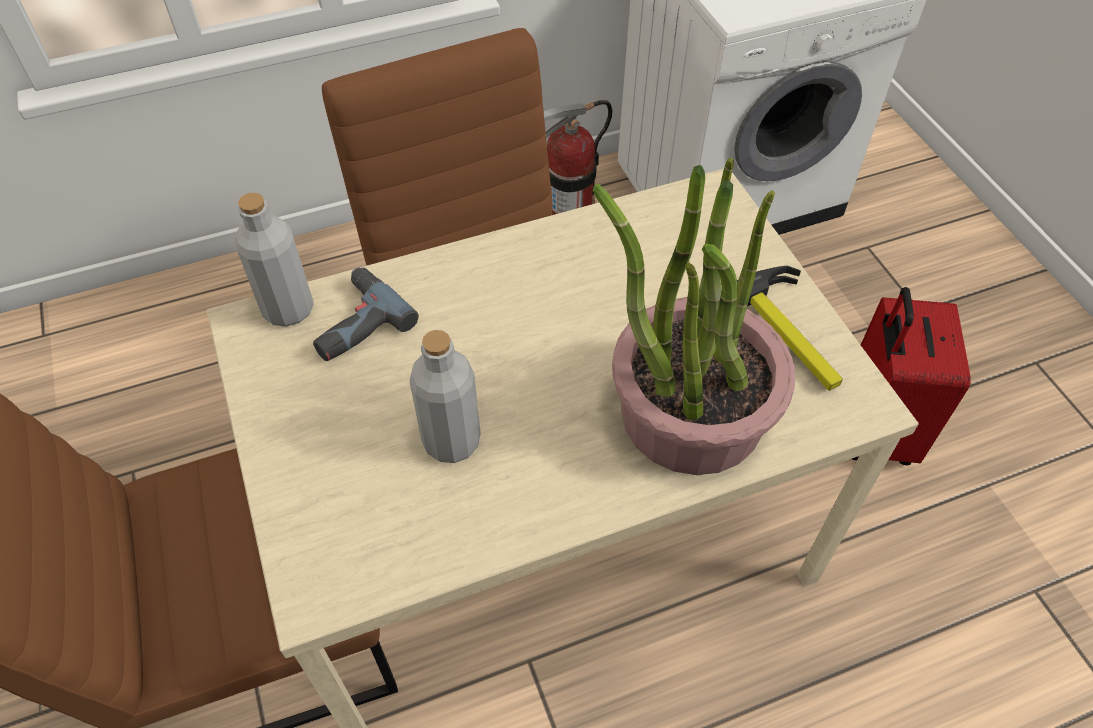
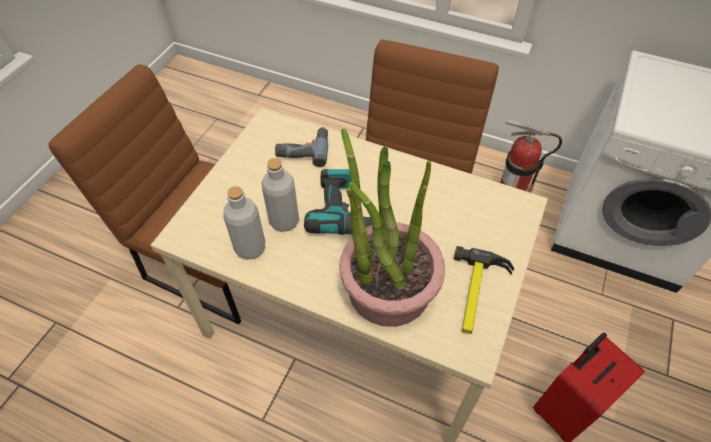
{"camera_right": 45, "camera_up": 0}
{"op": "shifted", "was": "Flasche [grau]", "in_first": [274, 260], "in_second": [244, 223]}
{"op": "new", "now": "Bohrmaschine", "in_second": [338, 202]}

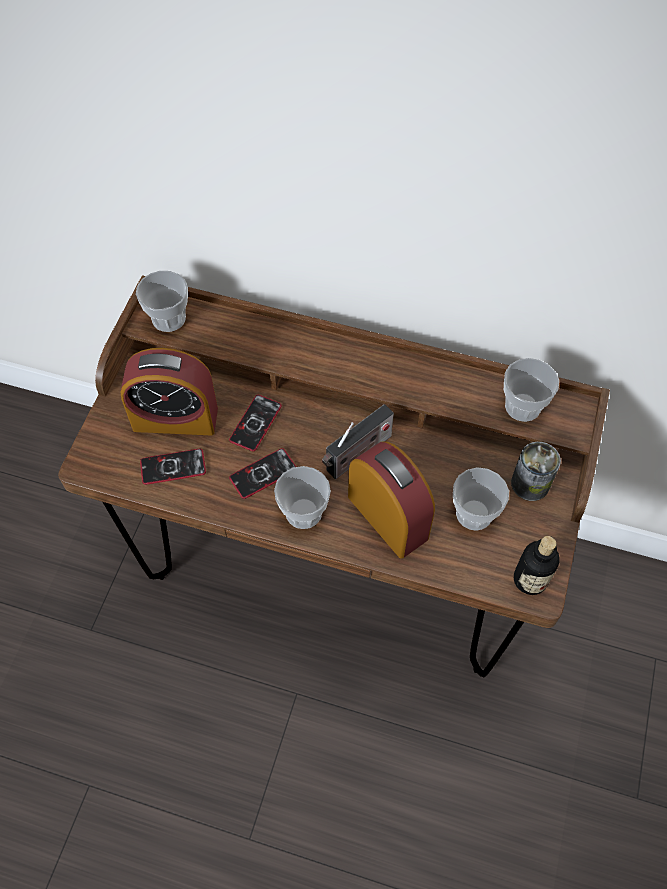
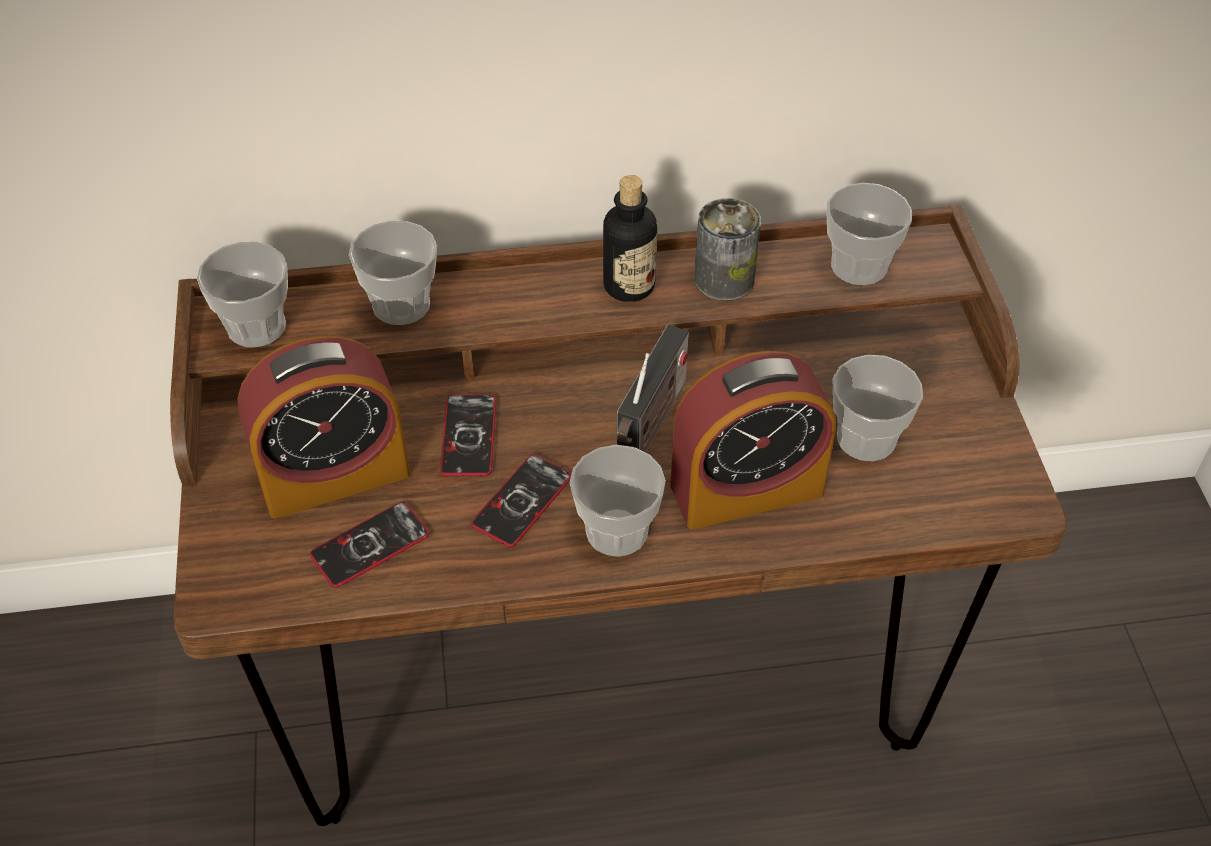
{"camera_right": -25, "camera_up": -10}
{"op": "rotated", "was": "Wecker", "in_first": [391, 499], "in_second": [753, 440], "clockwise": 135}
{"op": "shifted", "was": "Dose", "in_first": [536, 471], "in_second": [727, 249]}
{"op": "shifted", "was": "Flasche", "in_first": [537, 565], "in_second": [630, 238]}
{"op": "new", "now": "Tasse", "in_second": [393, 273]}

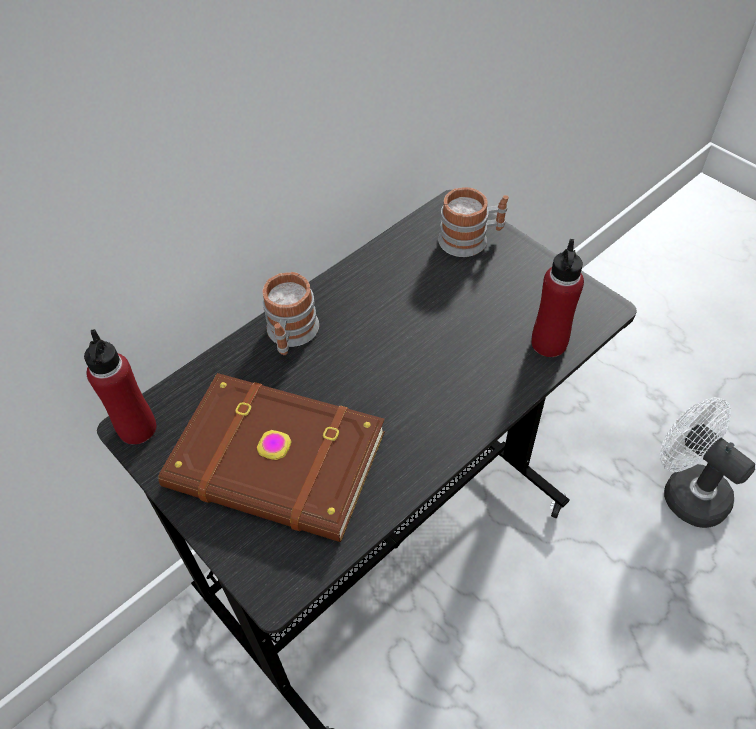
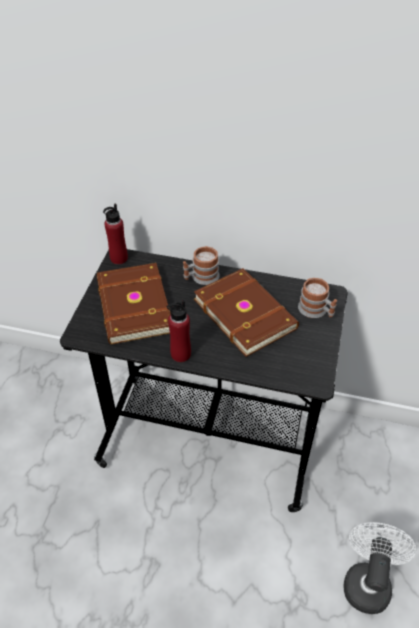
{"camera_right": 55, "camera_up": -5}
{"op": "shifted", "was": "Flasche [rot]", "in_first": [557, 298], "in_second": [179, 331]}
{"op": "new", "now": "Buch [braun]", "in_second": [246, 312]}

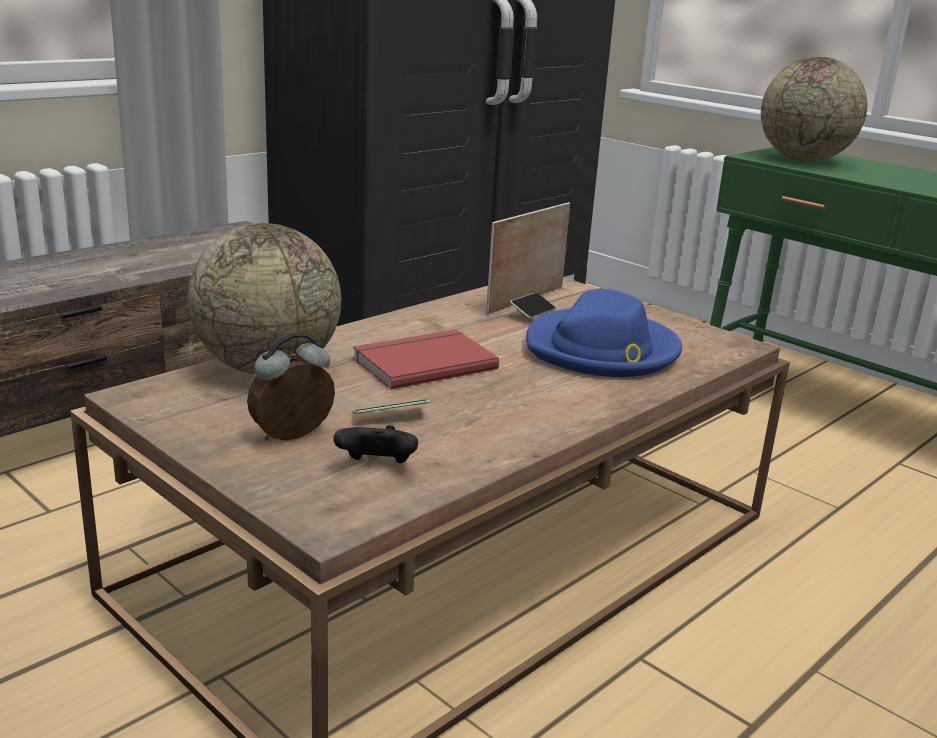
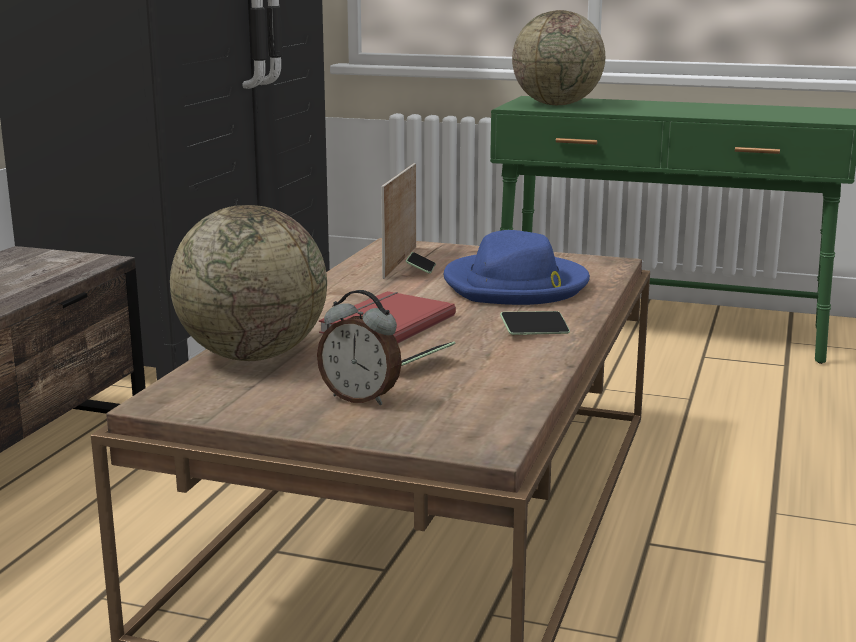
{"camera_right": -25, "camera_up": -5}
{"op": "rotated", "was": "Wecker", "in_first": [291, 386], "in_second": [359, 347], "clockwise": -90}
{"op": "gone", "was": "Gamepad [schwarz]", "in_first": [375, 444]}
{"op": "new", "now": "Handy", "in_second": [535, 323]}

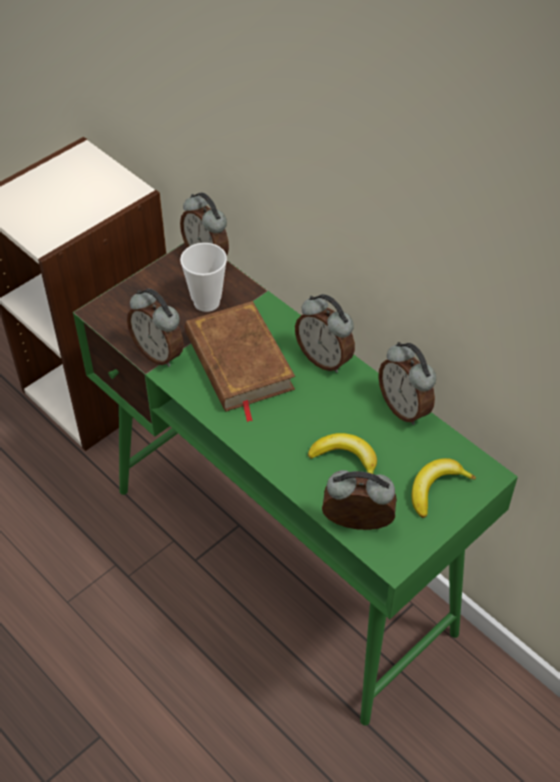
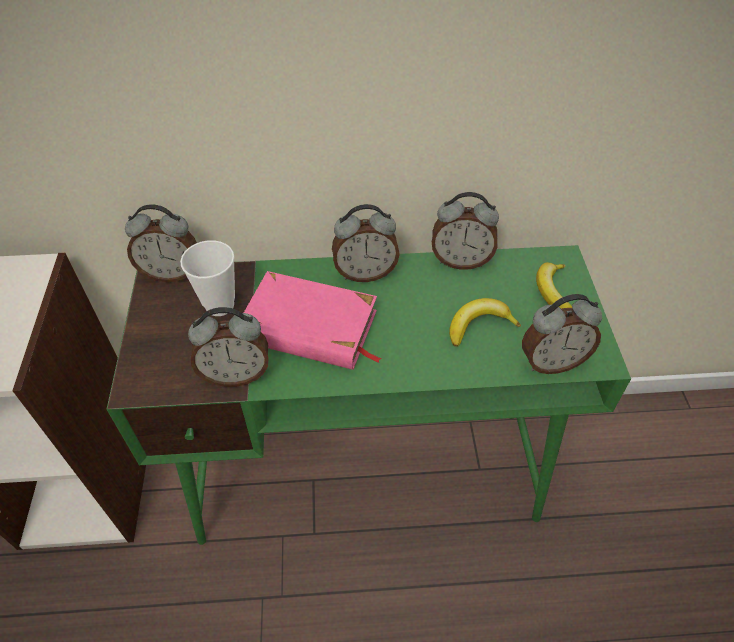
{"camera_right": -50, "camera_up": 0}
{"op": "repainted", "was": "Buch [braun]", "now": "Buch [rosa]", "in_first": [240, 361], "in_second": [313, 320]}
{"op": "rotated", "was": "Wecker", "in_first": [359, 500], "in_second": [562, 334], "clockwise": -150}

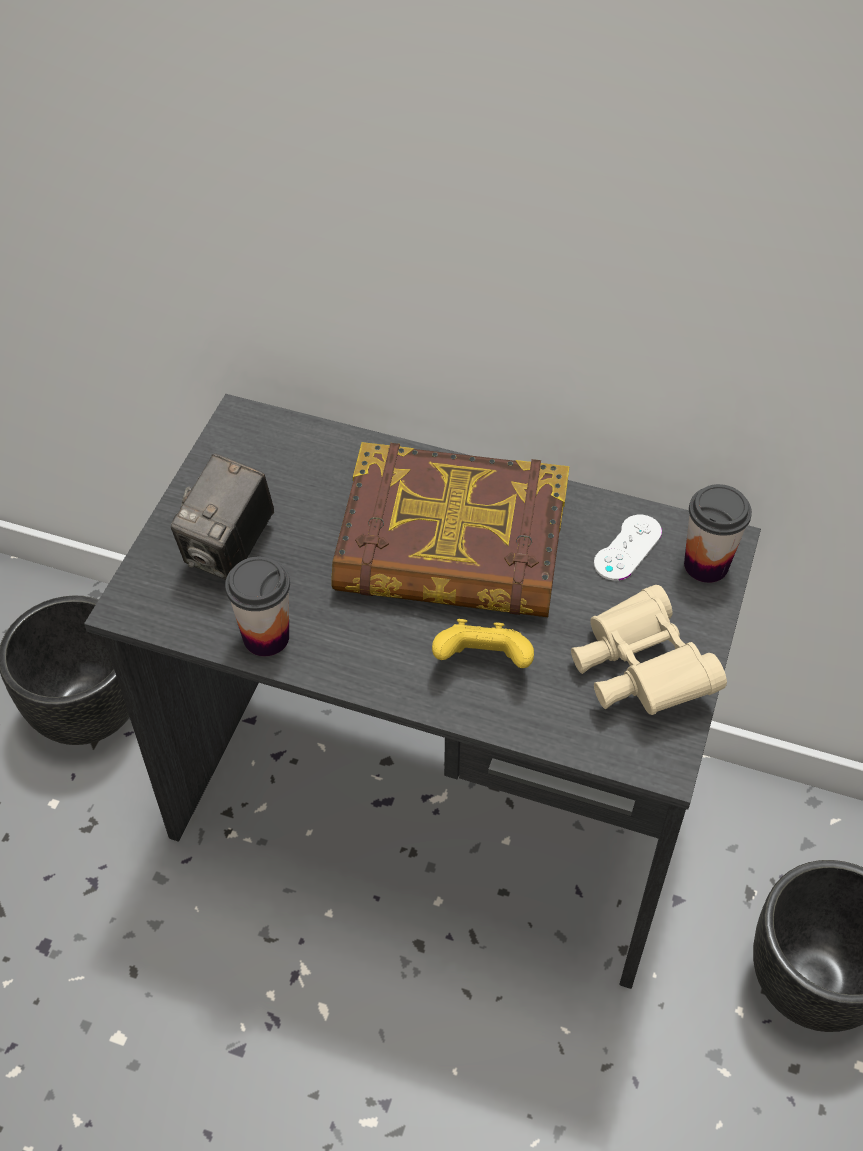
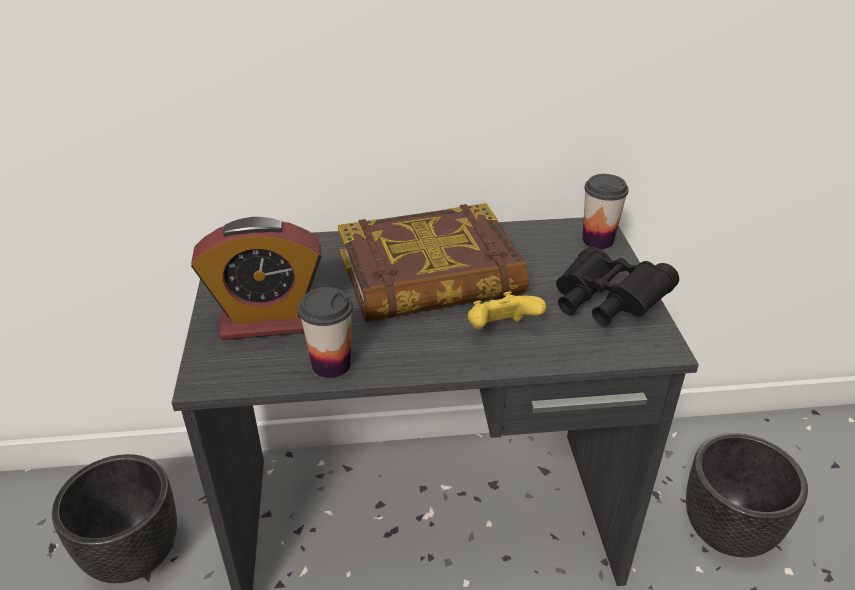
{"camera_right": -25, "camera_up": -15}
{"op": "swapped", "was": "Kamera", "now": "Wecker", "in_first": [222, 516], "in_second": [256, 278]}
{"op": "gone", "was": "Gamepad [weiß]", "in_first": [628, 548]}
{"op": "repainted", "was": "Fernglas [beige]", "now": "Fernglas [schwarz]", "in_first": [649, 650], "in_second": [617, 286]}

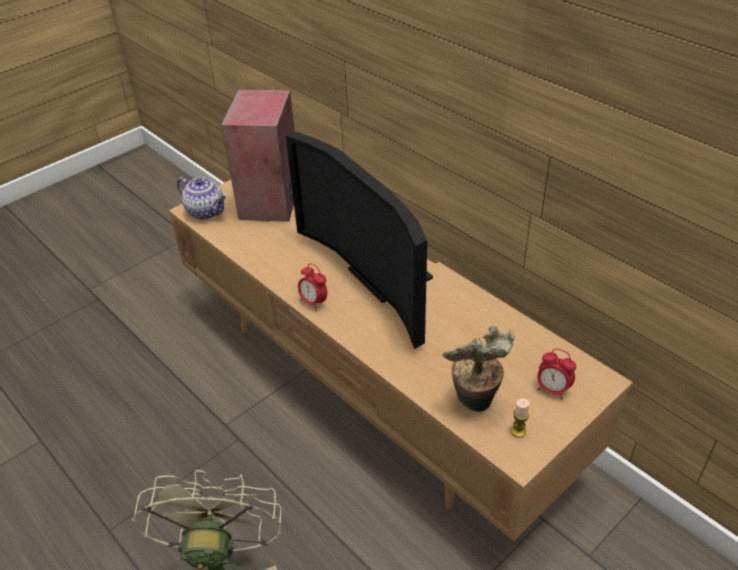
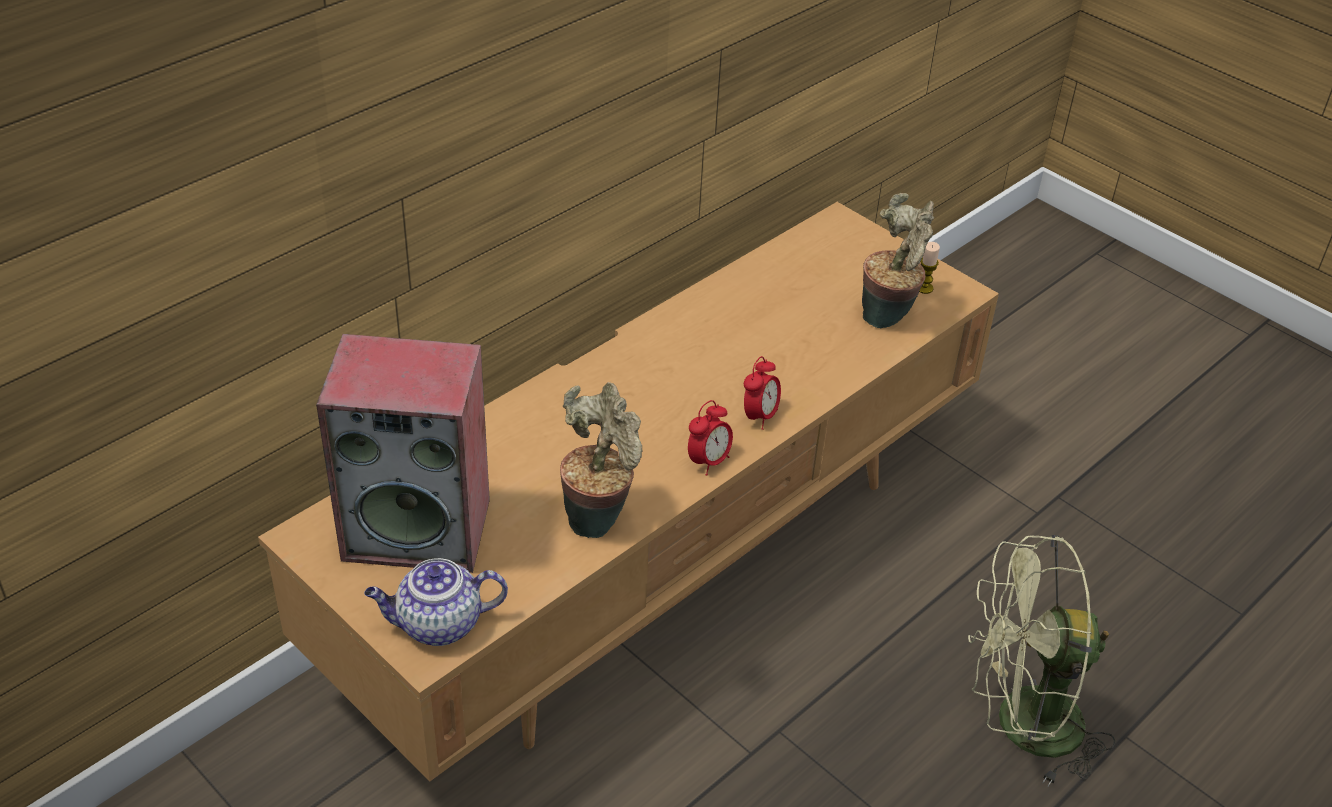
{"camera_right": -95, "camera_up": 0}
{"op": "gone", "was": "Fernseher", "in_first": [359, 240]}
{"op": "rotated", "was": "Teekanne", "in_first": [201, 198], "in_second": [436, 602], "clockwise": -135}
{"op": "shifted", "was": "Wecker", "in_first": [556, 374], "in_second": [762, 393]}
{"op": "new", "now": "Topfpflanze", "in_second": [601, 460]}

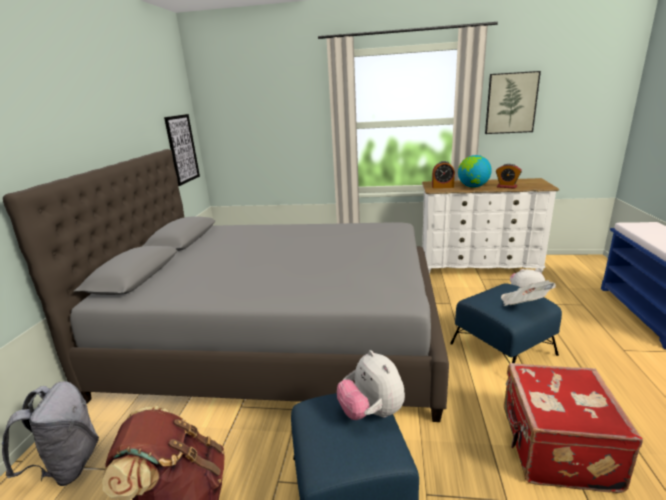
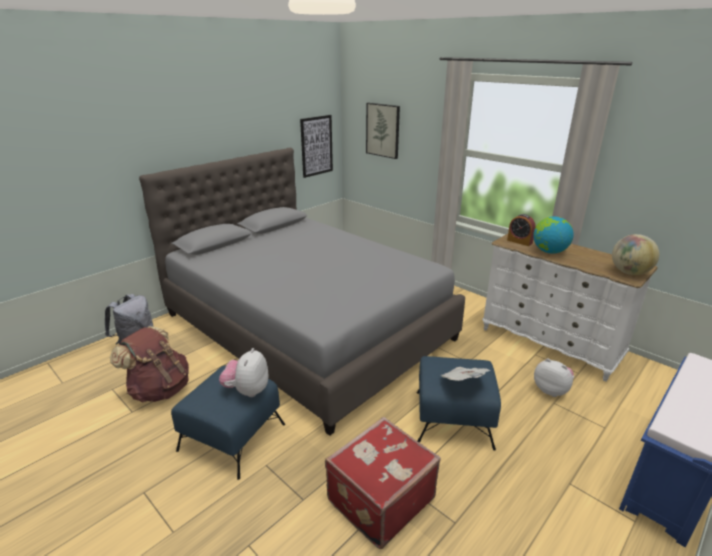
{"camera_right": 35, "camera_up": 5}
{"op": "shifted", "was": "Bild", "in_first": [513, 102], "in_second": [383, 131]}
{"op": "gone", "was": "Wecker", "in_first": [509, 176]}
{"op": "new", "now": "Globus", "in_second": [635, 254]}

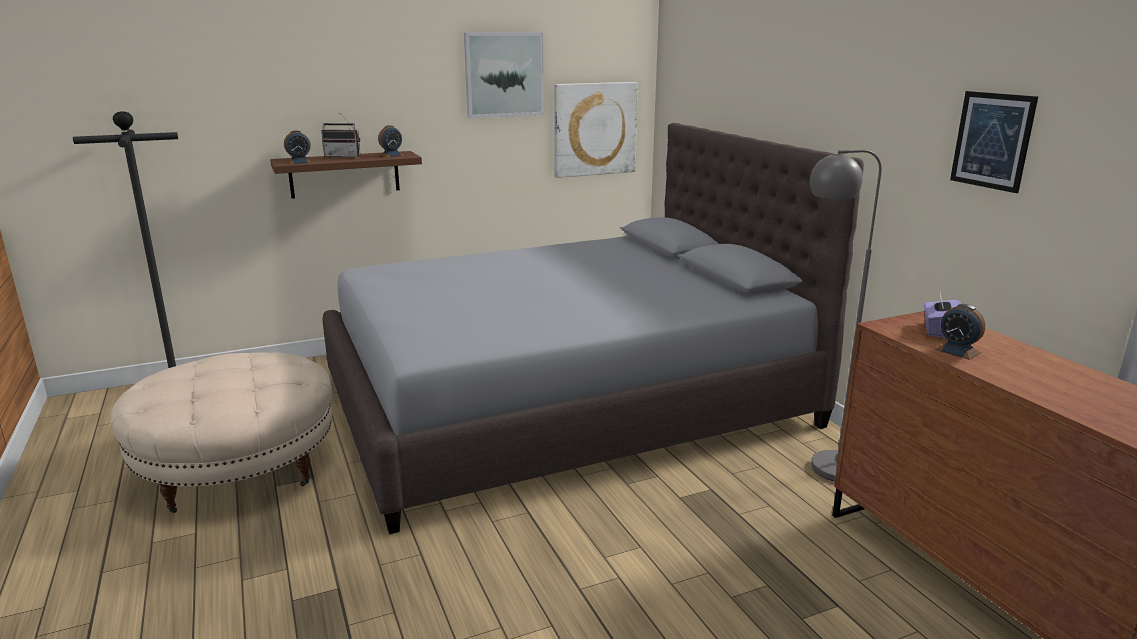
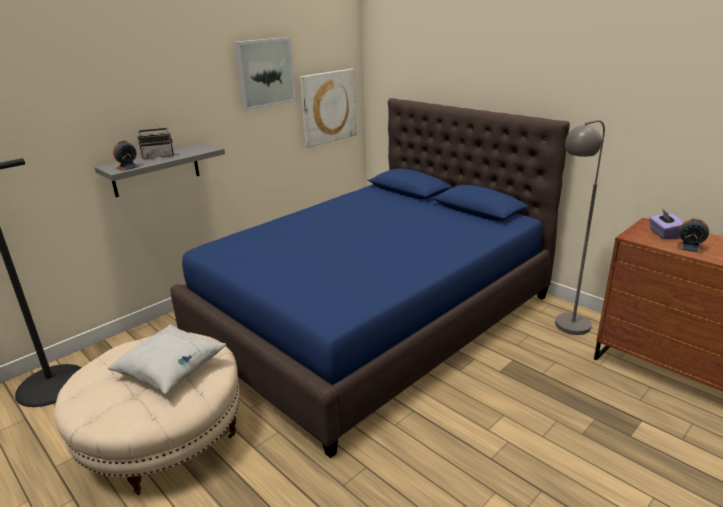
{"camera_right": -20, "camera_up": 5}
{"op": "gone", "was": "Bild", "in_first": [994, 142]}
{"op": "repainted", "was": "Bett [grau]", "now": "Bett [blau]", "in_first": [593, 328], "in_second": [370, 278]}
{"op": "gone", "was": "Wecker", "in_first": [391, 141]}
{"op": "repainted", "was": "Wandregal [braun]", "now": "Wandregal [grau]", "in_first": [346, 175], "in_second": [159, 170]}
{"op": "new", "now": "Kissen [grau]", "in_second": [167, 359]}

